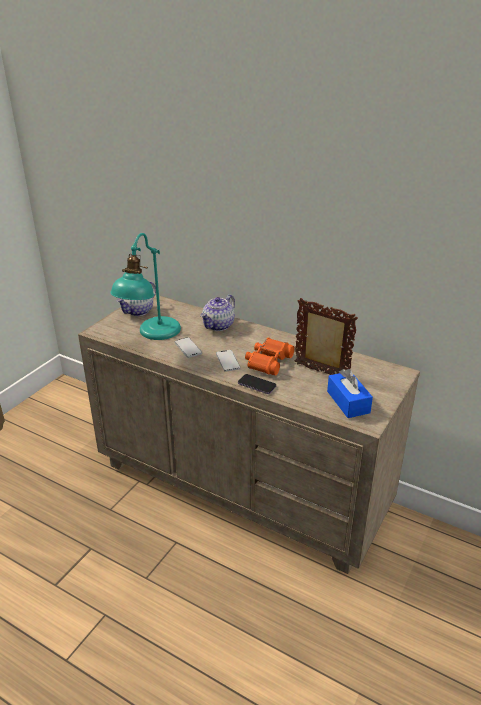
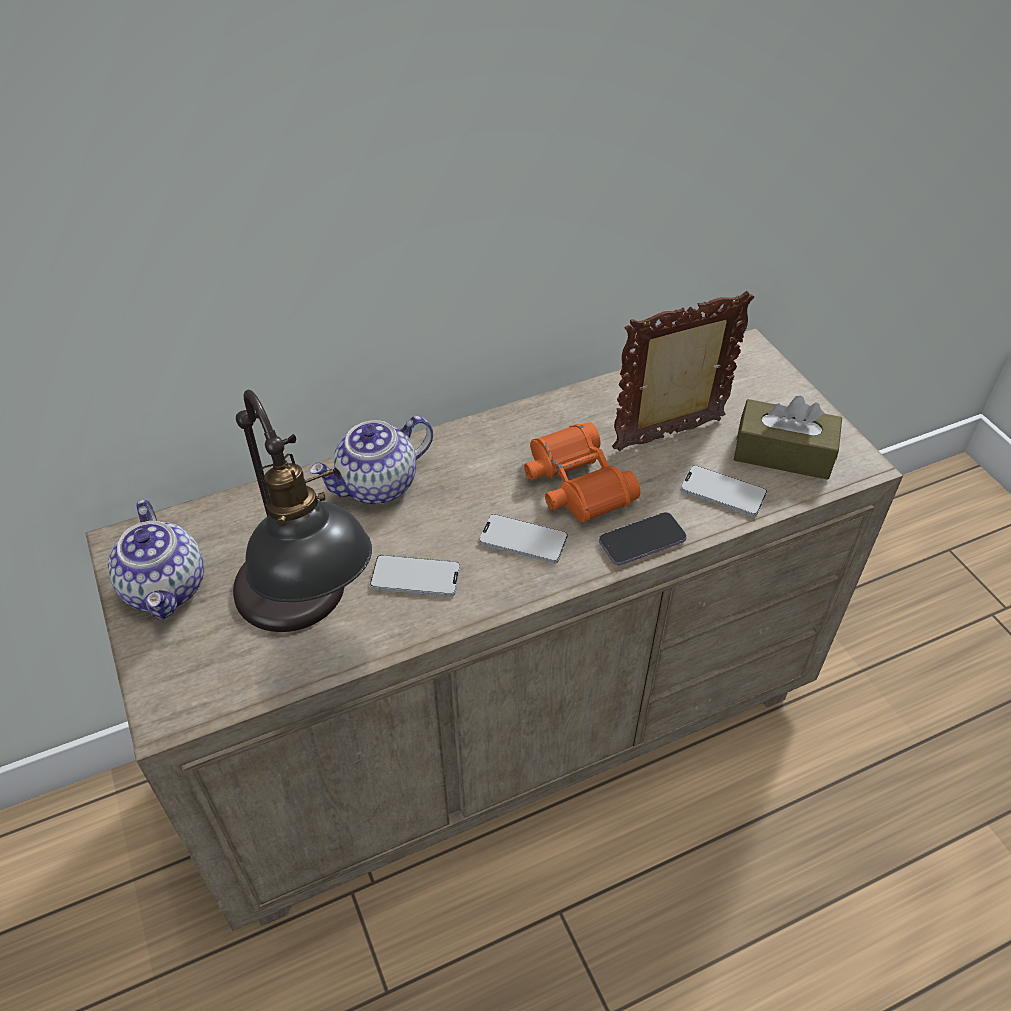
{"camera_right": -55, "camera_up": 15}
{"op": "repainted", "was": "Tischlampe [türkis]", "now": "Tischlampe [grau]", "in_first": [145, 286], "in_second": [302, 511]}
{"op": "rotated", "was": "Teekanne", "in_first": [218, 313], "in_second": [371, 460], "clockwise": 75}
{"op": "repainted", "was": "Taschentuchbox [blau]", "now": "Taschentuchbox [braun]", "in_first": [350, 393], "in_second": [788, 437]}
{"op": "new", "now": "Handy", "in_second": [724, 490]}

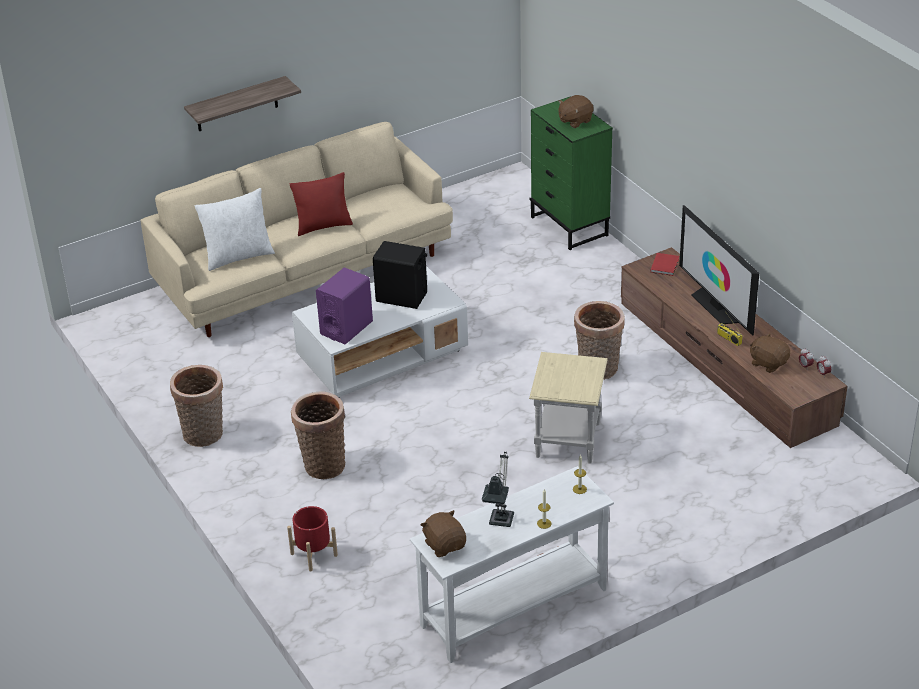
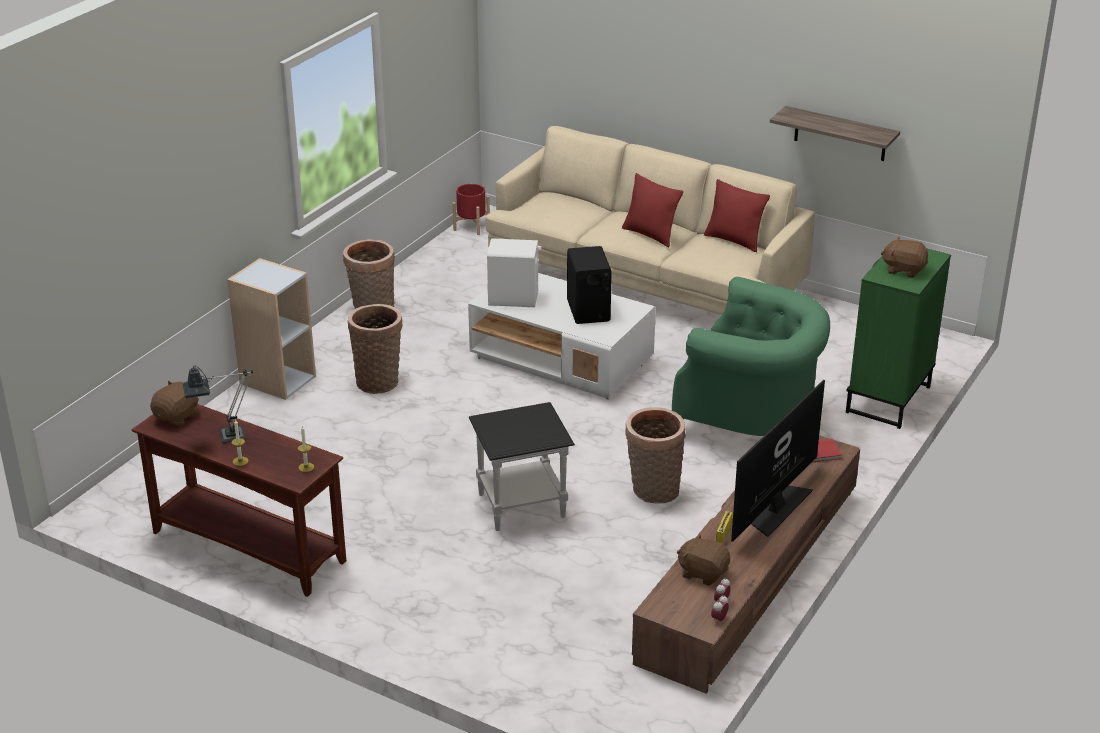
{"camera_right": 60, "camera_up": -5}
{"op": "shifted", "was": "Wandregal", "in_first": [242, 103], "in_second": [835, 133]}
{"op": "gone", "was": "Kissen [weiß]", "in_first": [235, 229]}
{"op": "repainted", "was": "Lautsprecher [lila]", "now": "Lautsprecher [weiß]", "in_first": [344, 305], "in_second": [514, 272]}
{"op": "rotated", "was": "Plüschtier [braun]", "in_first": [770, 353], "in_second": [703, 559], "clockwise": -75}
{"op": "repainted", "was": "Beistelltisch [beige]", "now": "Beistelltisch [schwarz]", "in_first": [568, 408], "in_second": [522, 466]}
{"op": "repainted", "was": "Konsolentisch [weiß]", "now": "Konsolentisch [braun]", "in_first": [512, 564], "in_second": [239, 500]}
{"op": "shifted", "was": "Pflanzkübel [rot]", "in_first": [312, 539], "in_second": [471, 209]}
{"op": "new", "now": "Kissen [rot]", "in_second": [737, 215]}
{"op": "new", "now": "Bücherregal", "in_second": [271, 329]}
{"op": "new", "now": "Sessel [grün]", "in_second": [751, 356]}

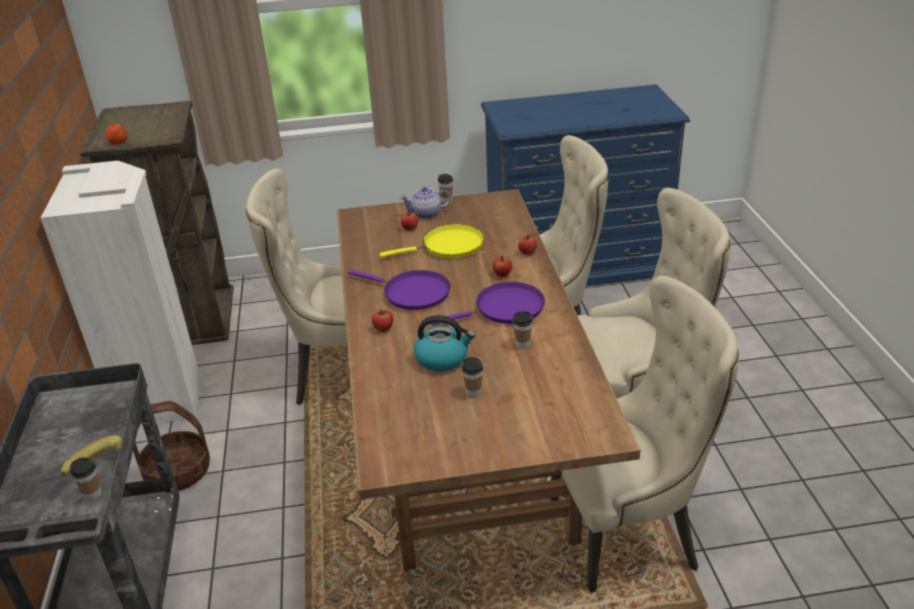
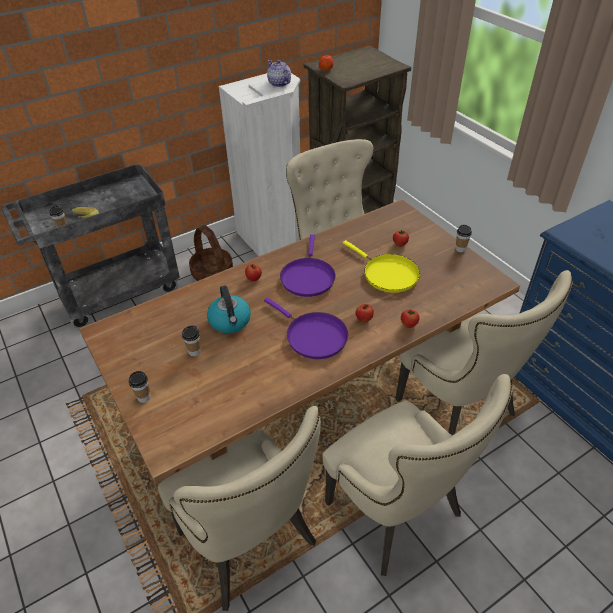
{"camera_right": 65, "camera_up": 10}
{"op": "shifted", "was": "Teekanne", "in_first": [425, 203], "in_second": [279, 73]}
{"op": "shifted", "was": "Tasse", "in_first": [522, 330], "in_second": [140, 387]}

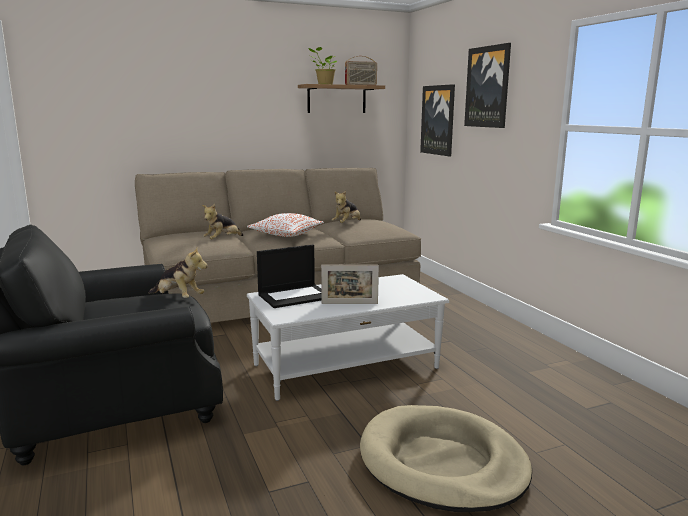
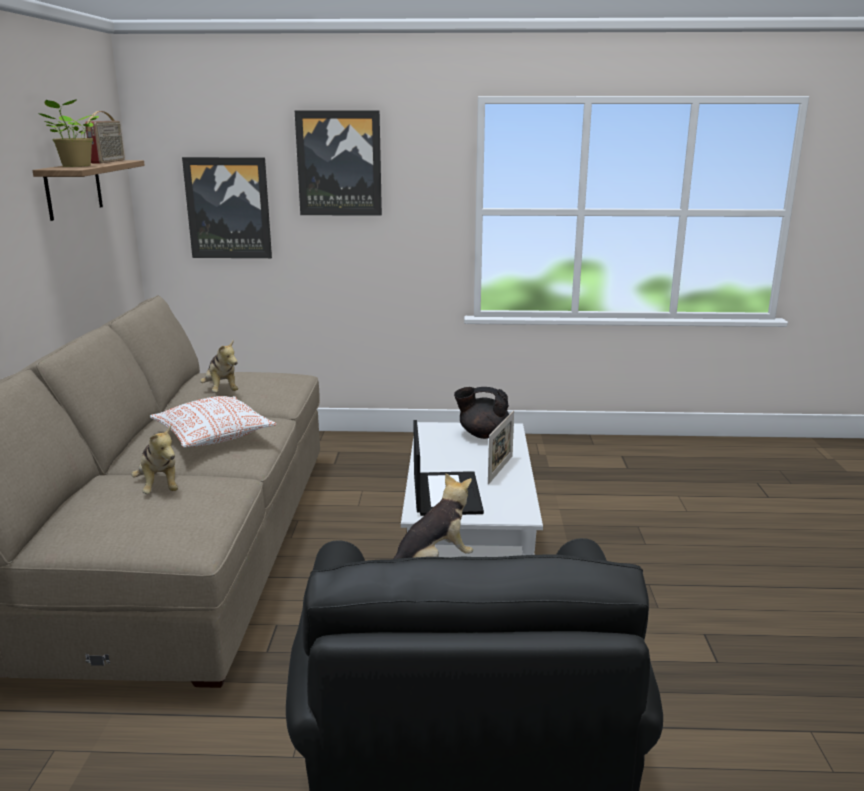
{"camera_right": -65, "camera_up": 5}
{"op": "gone", "was": "Hundebett [beige]", "in_first": [446, 458]}
{"op": "new", "now": "Teekanne [schwarz]", "in_second": [481, 413]}

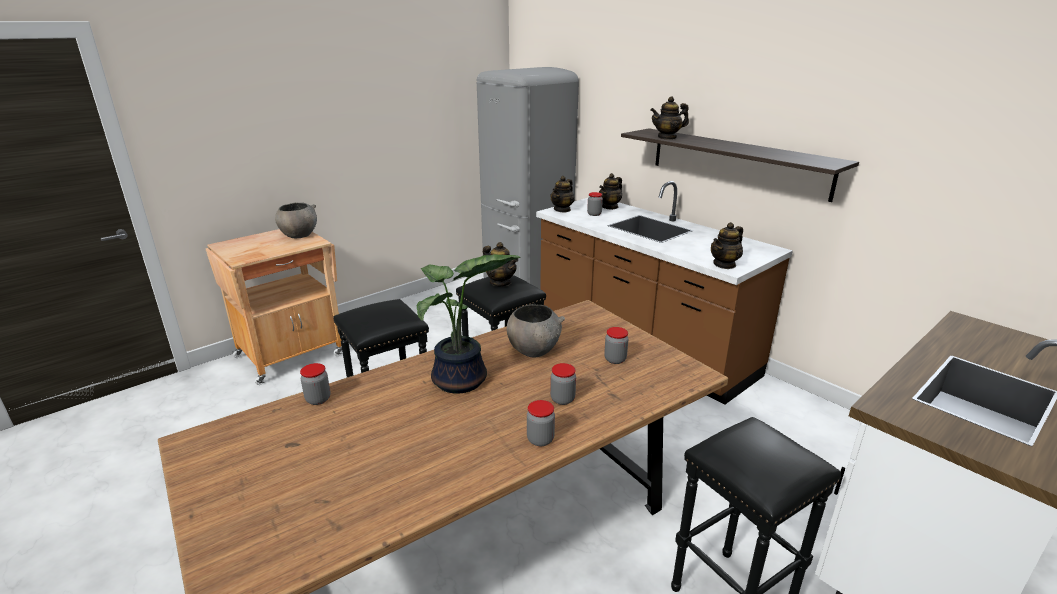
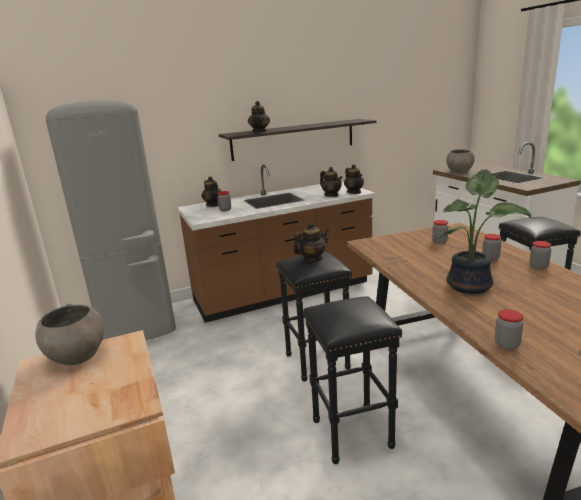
{"camera_right": -70, "camera_up": -5}
{"op": "shifted", "was": "Teekanne", "in_first": [562, 194], "in_second": [331, 182]}
{"op": "shifted", "was": "Schüssel [grau]", "in_first": [536, 330], "in_second": [460, 161]}

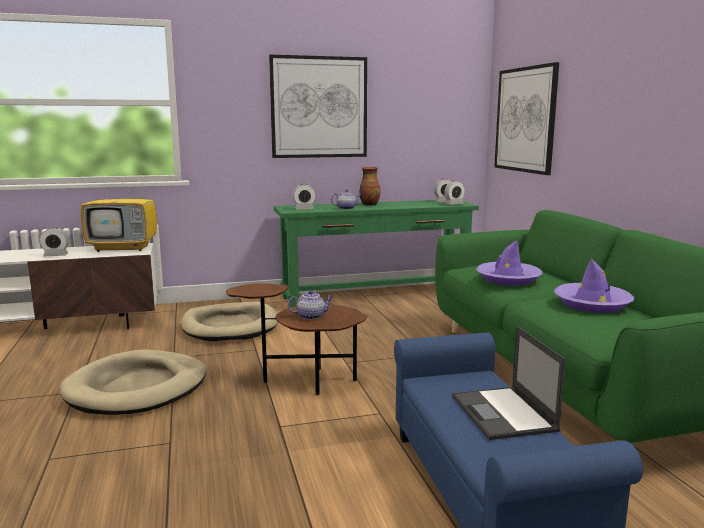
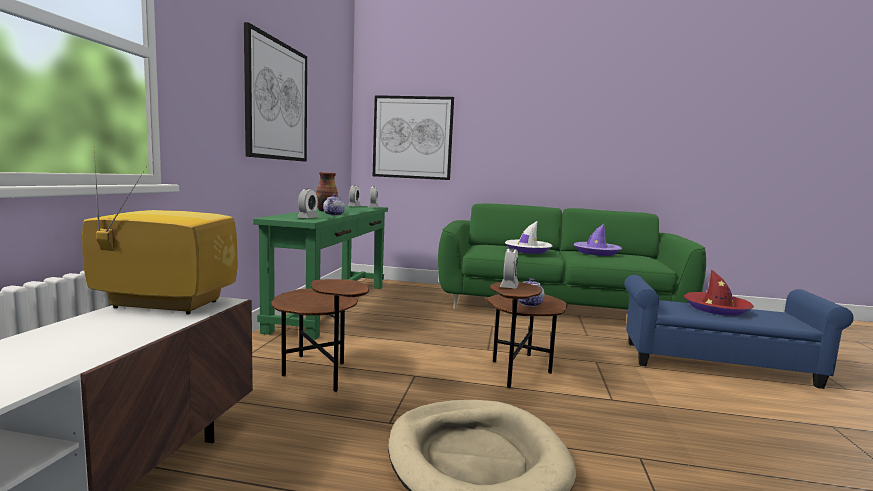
{"camera_right": -65, "camera_up": -5}
{"op": "rotated", "was": "Fernseher", "in_first": [119, 211], "in_second": [160, 232], "clockwise": -105}
{"op": "shifted", "was": "Wecker", "in_first": [54, 242], "in_second": [509, 268]}
{"op": "repainted", "was": "Hut [lila]", "now": "Hut [weiß]", "in_first": [509, 263], "in_second": [528, 237]}
{"op": "swapped", "was": "Hundebett [beige]", "now": "Beistelltisch [braun]", "in_first": [229, 321], "in_second": [320, 335]}
{"op": "swapped", "was": "Laptop", "now": "Hut [rot]", "in_first": [509, 383], "in_second": [719, 292]}

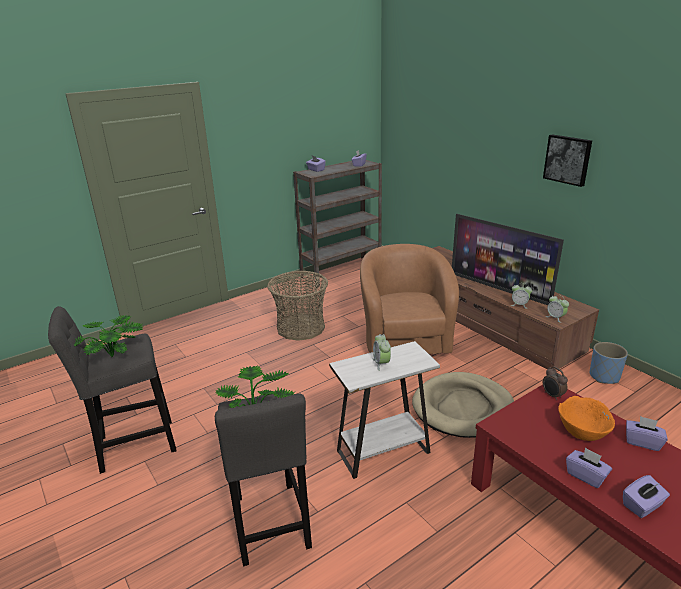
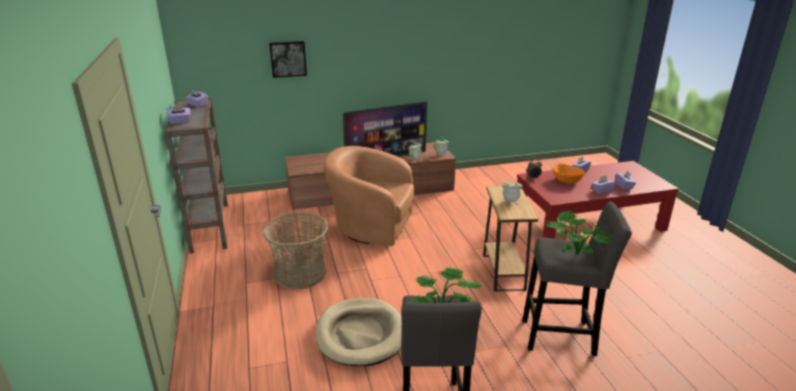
{"camera_right": -70, "camera_up": 0}
{"op": "shifted", "was": "Bild", "in_first": [567, 160], "in_second": [288, 59]}
{"op": "repainted", "was": "Beistelltisch [weiß]", "now": "Beistelltisch [braun]", "in_first": [384, 410], "in_second": [510, 239]}
{"op": "gone", "was": "Pflanzkübel [blau]", "in_first": [609, 363]}
{"op": "shifted", "was": "Hundebett [beige]", "in_first": [463, 405], "in_second": [358, 332]}

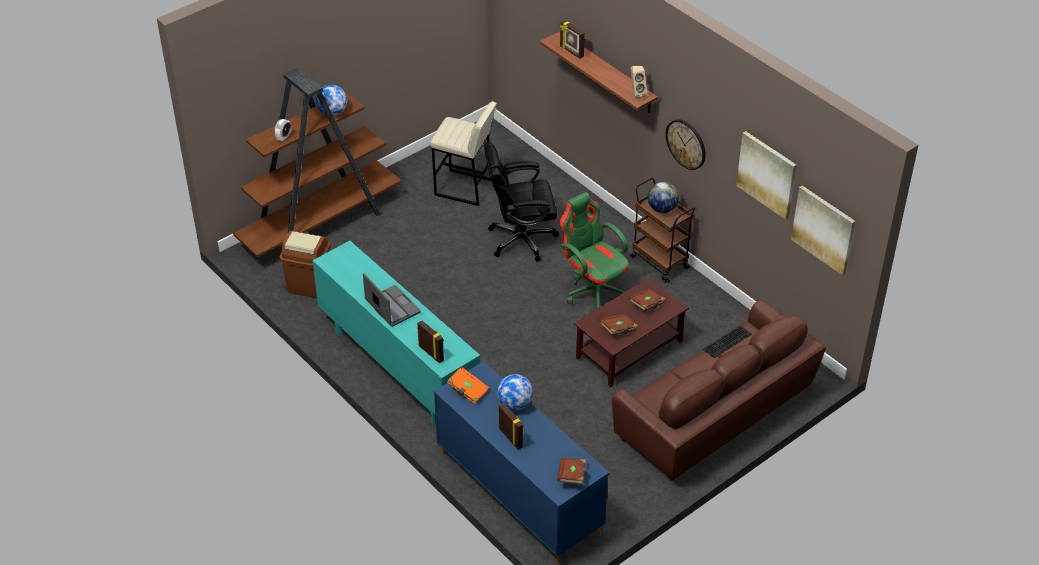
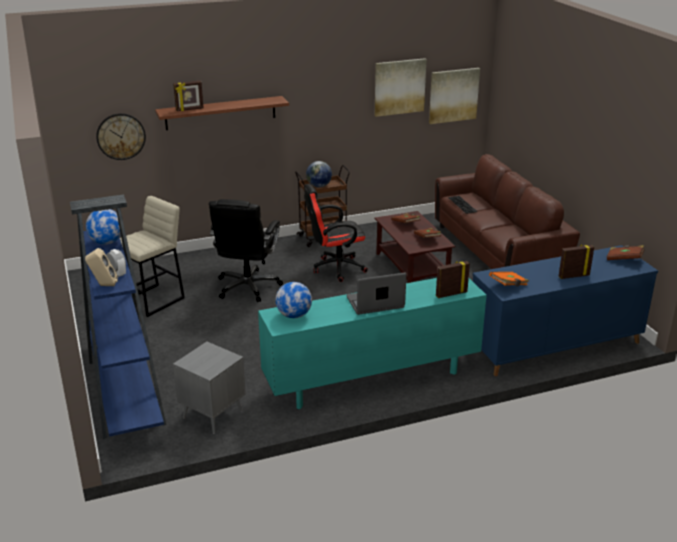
{"camera_right": -70, "camera_up": -15}
{"op": "shifted", "was": "Lautsprecher [beige]", "in_first": [639, 82], "in_second": [101, 267]}
{"op": "repainted", "was": "Bücherregal [braun]", "now": "Bücherregal [blau]", "in_first": [317, 162], "in_second": [118, 316]}
{"op": "shifted", "was": "Wanduhr", "in_first": [686, 144], "in_second": [121, 136]}
{"op": "repainted", "was": "Bürostuhl [grün]", "now": "Bürostuhl [schwarz]", "in_first": [594, 250], "in_second": [336, 233]}
{"op": "swapped", "was": "Mülleimer [braun]", "now": "Beistelltisch [grau]", "in_first": [305, 264], "in_second": [209, 387]}
{"op": "shifted", "was": "Globus", "in_first": [515, 392], "in_second": [294, 300]}

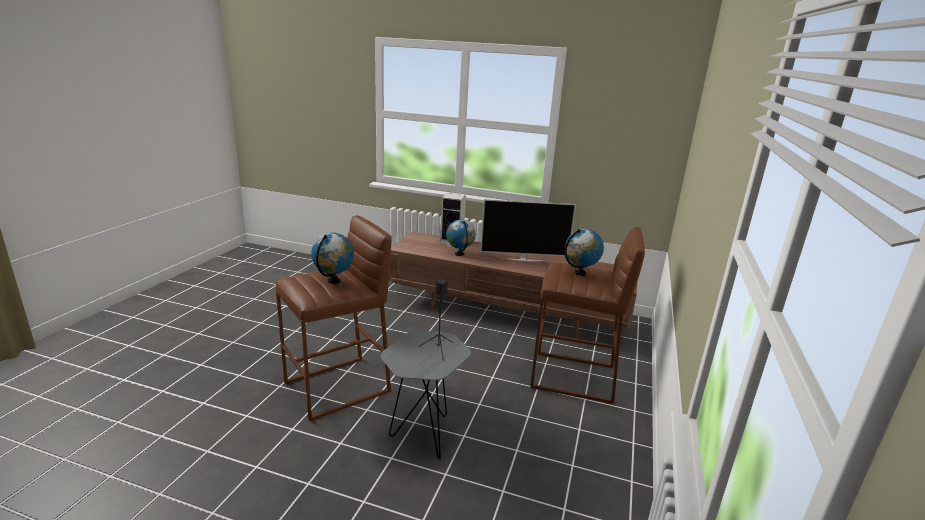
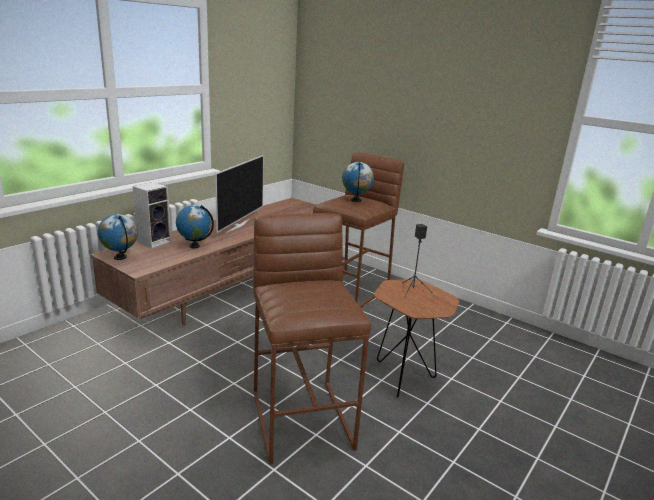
{"camera_right": -70, "camera_up": 0}
{"op": "shifted", "was": "Globus", "in_first": [332, 258], "in_second": [118, 237]}
{"op": "repainted", "was": "Beistelltisch [grau]", "now": "Beistelltisch [braun]", "in_first": [426, 395], "in_second": [416, 338]}

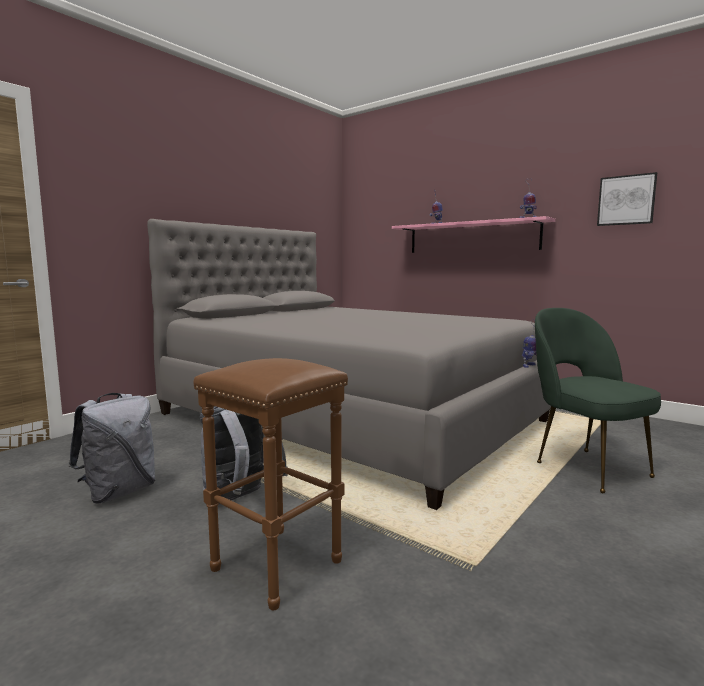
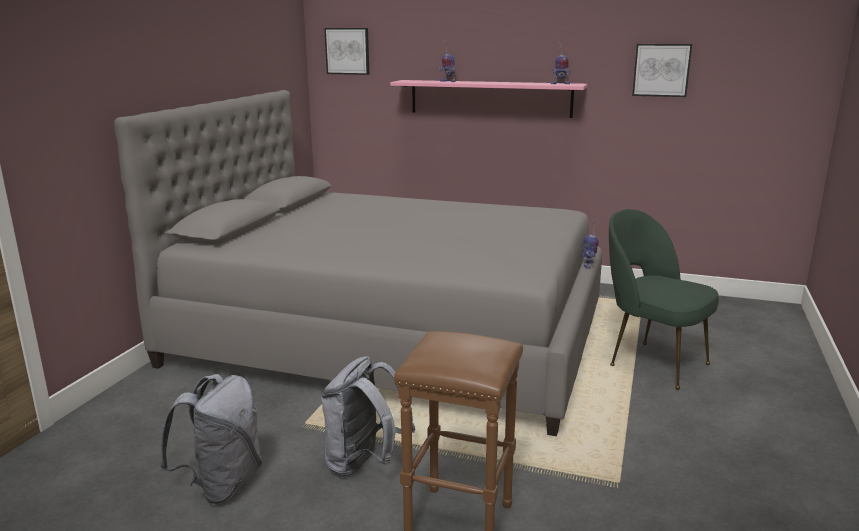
{"camera_right": -20, "camera_up": 10}
{"op": "new", "now": "Bild", "in_second": [346, 51]}

